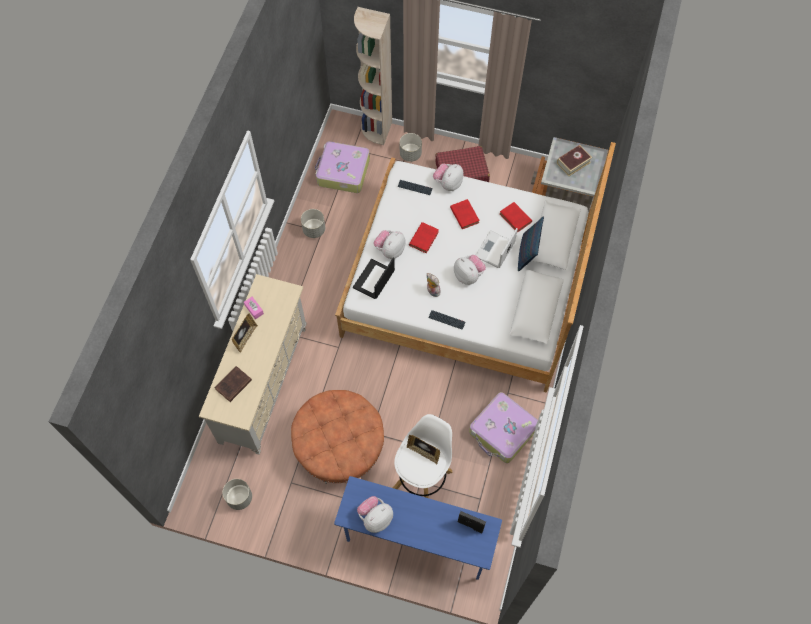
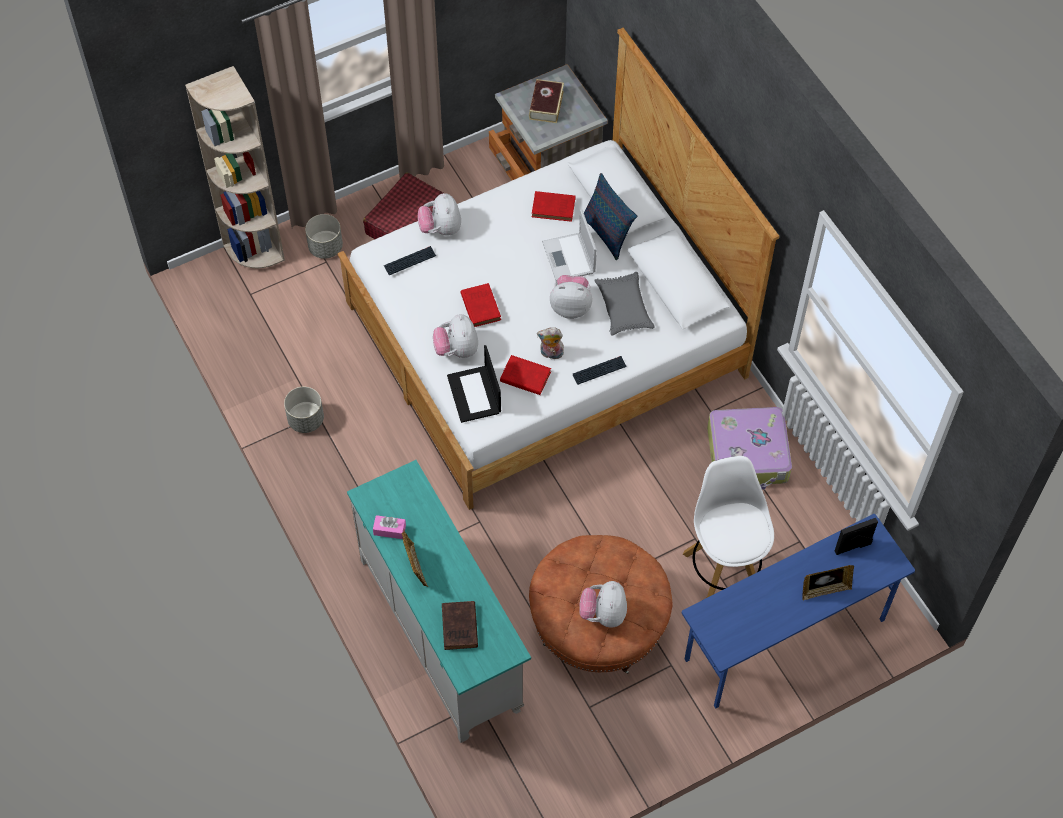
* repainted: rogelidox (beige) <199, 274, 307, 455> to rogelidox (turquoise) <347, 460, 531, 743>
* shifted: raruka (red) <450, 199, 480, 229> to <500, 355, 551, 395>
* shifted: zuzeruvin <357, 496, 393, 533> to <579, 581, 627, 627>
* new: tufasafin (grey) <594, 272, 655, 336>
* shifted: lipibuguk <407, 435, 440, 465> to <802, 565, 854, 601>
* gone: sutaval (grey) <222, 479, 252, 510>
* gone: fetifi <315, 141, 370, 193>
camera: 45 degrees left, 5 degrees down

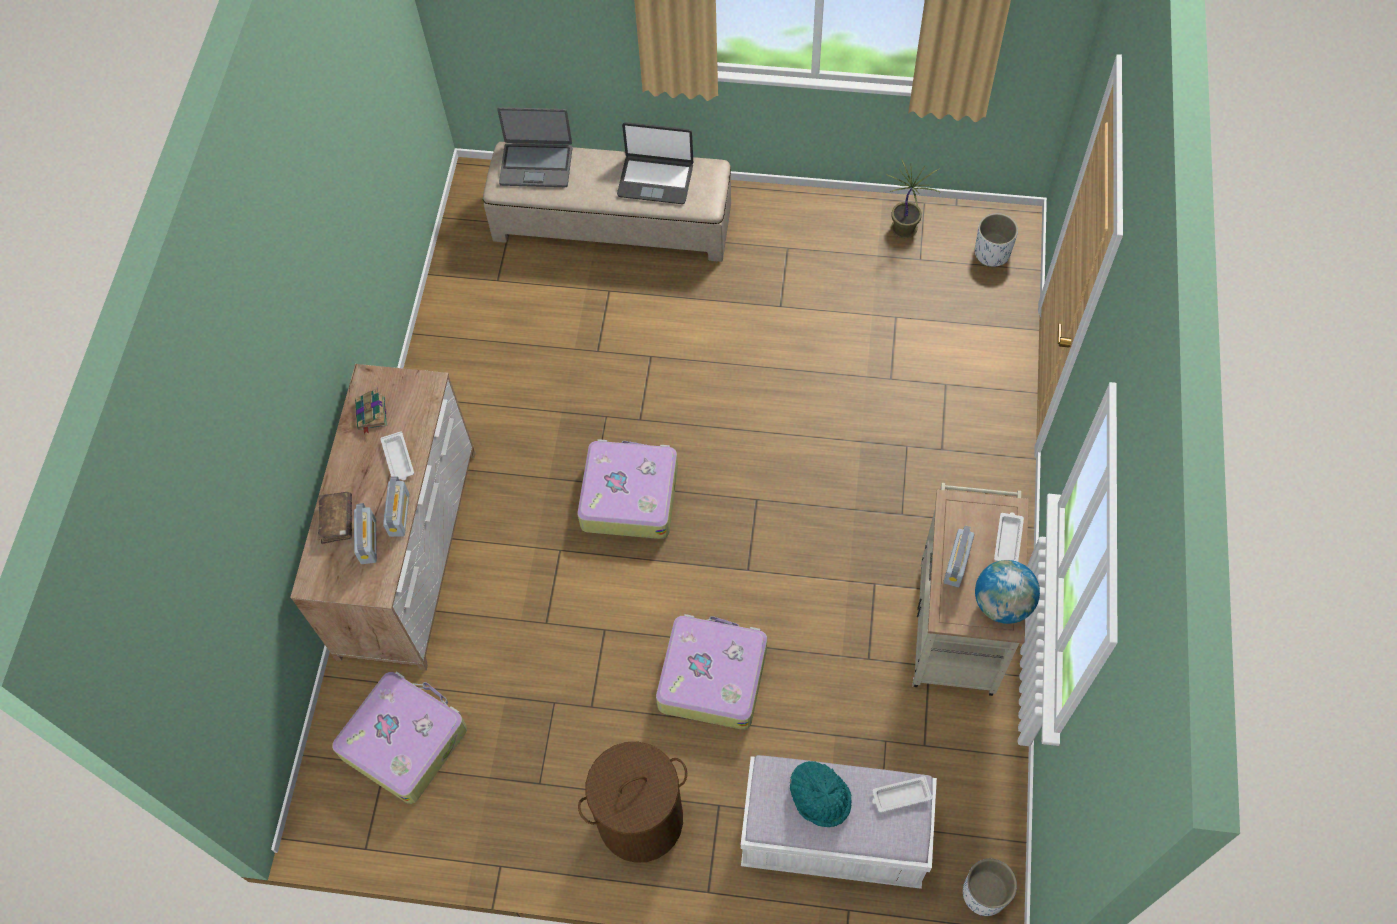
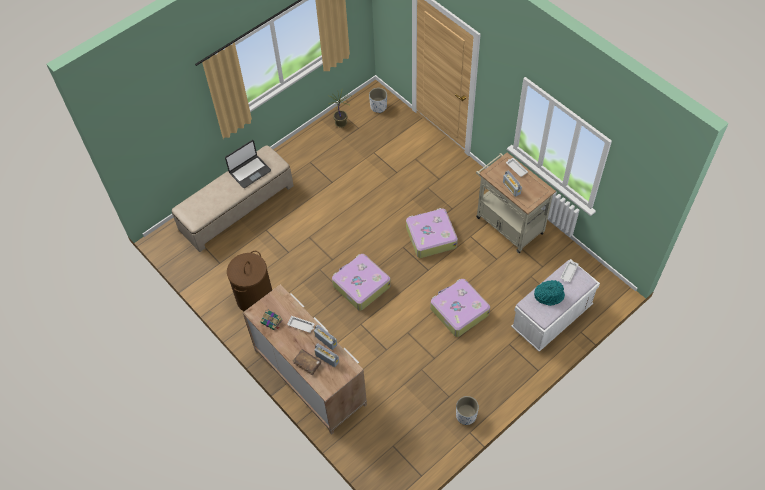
* shifted: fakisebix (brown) <578, 742, 687, 863> to <227, 251, 272, 311>
* shifted: fetifi <332, 672, 467, 804> to <406, 208, 458, 258>
* shifted: sutaval (white) <963, 859, 1017, 916> to <456, 396, 479, 425>
* gone: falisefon <497, 107, 573, 187>
* gone: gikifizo <975, 560, 1040, 624>
camera: 50 degrees left, 5 degrees down

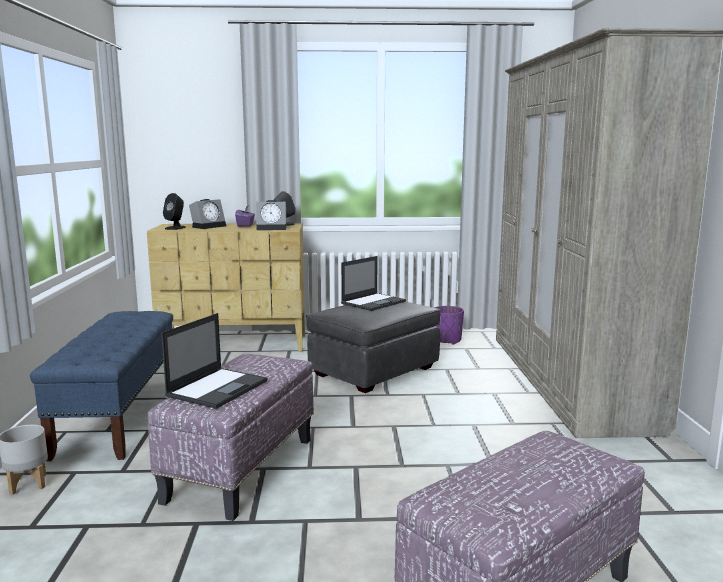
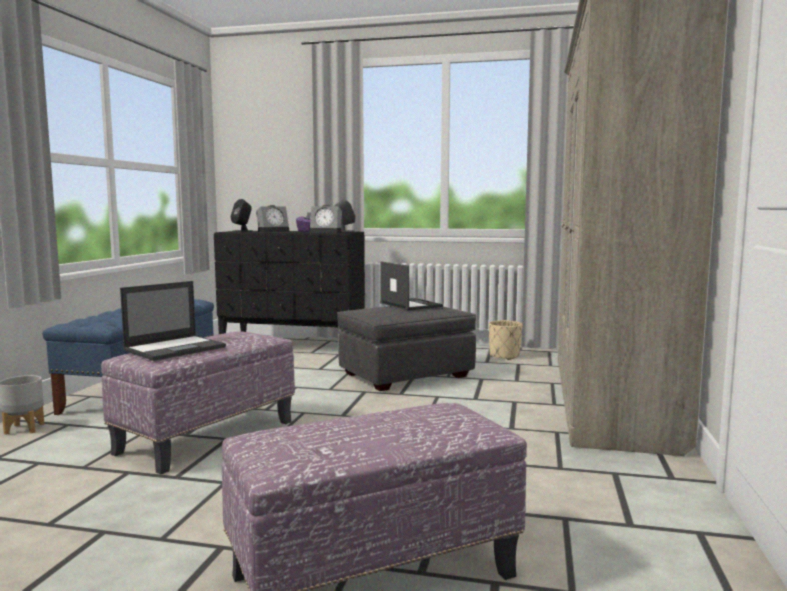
* repainted: rogelidox (beige) <147, 223, 305, 352> to rogelidox (black) <214, 231, 365, 334>
* rotated: falisefon <341, 256, 406, 311> = <380, 261, 443, 310> 90 degrees counterclockwise
* repainted: sutaval (purple) <434, 306, 464, 344> to sutaval (beige) <489, 320, 522, 360>
camera: 15 degrees right, 5 degrees down

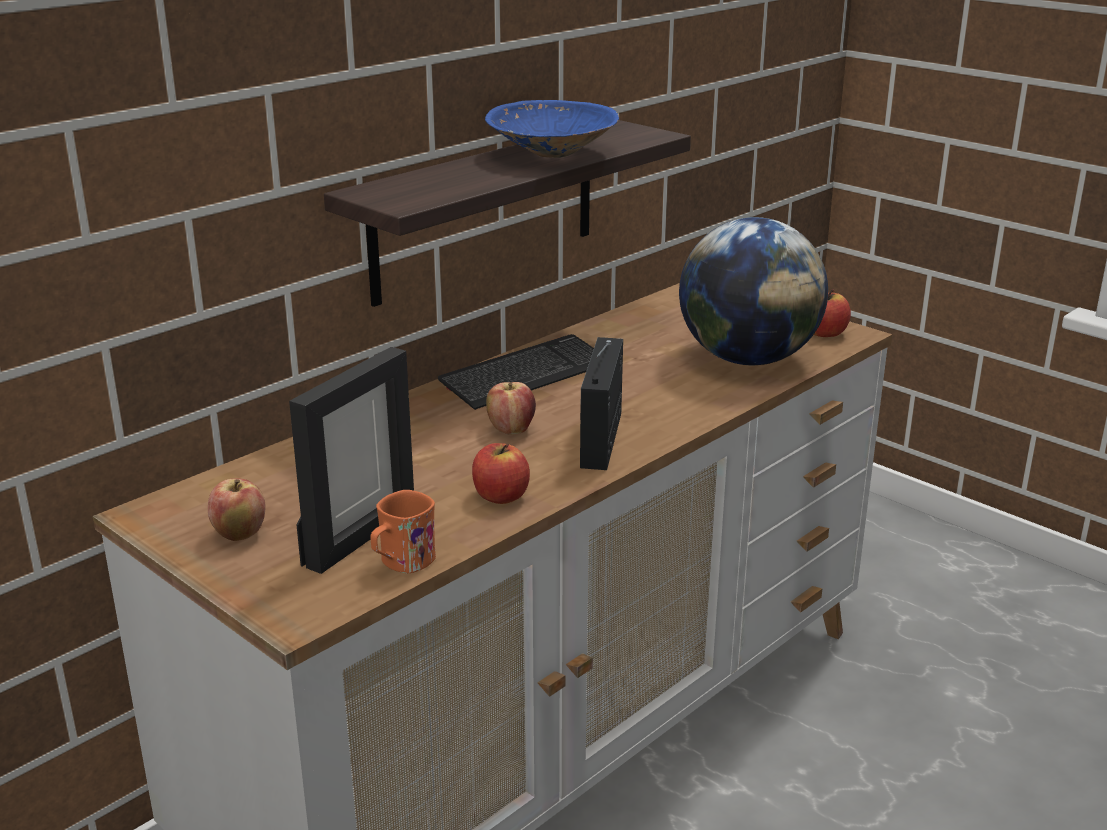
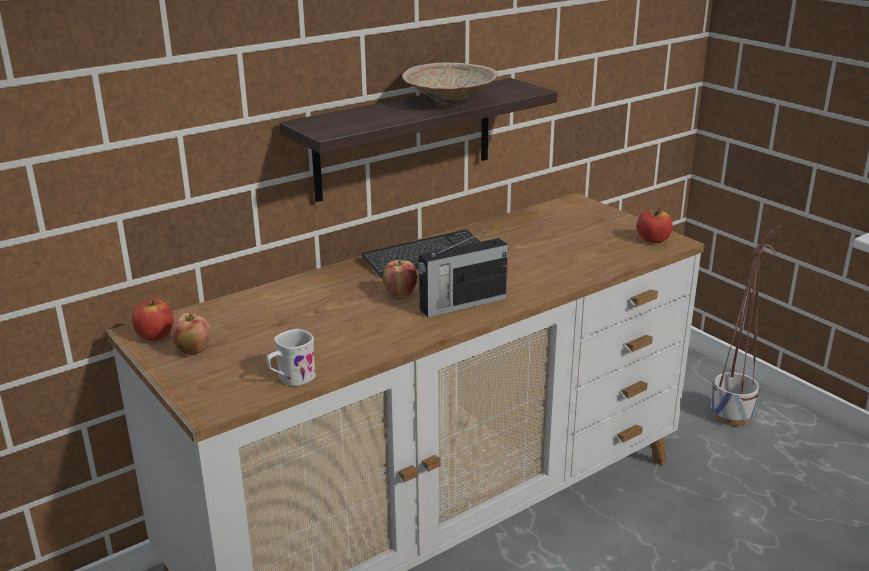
* shifted: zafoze <472, 443, 530, 504> to <132, 299, 174, 341>
* repainted: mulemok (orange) <370, 490, 436, 573> to mulemok (white) <266, 329, 316, 386>
* repainted: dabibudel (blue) <485, 100, 619, 158> to dabibudel (beige) <402, 62, 497, 104>
* rotated: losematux <580, 337, 623, 470> = <417, 227, 508, 317> 135 degrees counterclockwise
* new: sutaval <711, 225, 781, 426>
* gone: lipibuguk <289, 347, 414, 574>
* gone: gikifizo <679, 217, 828, 365>
camera: 10 degrees right, 0 degrees up

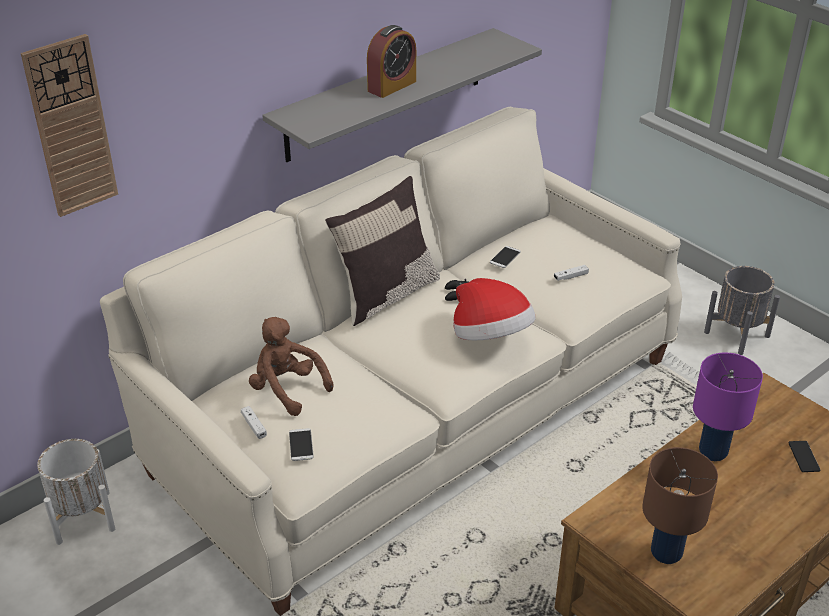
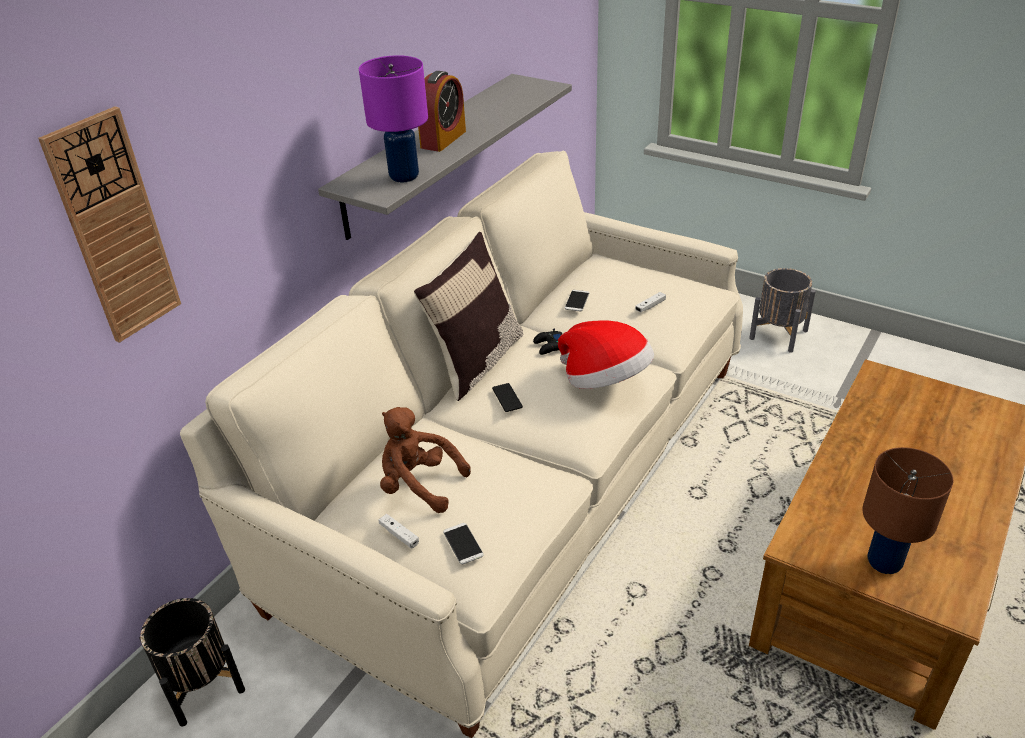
* repainted: sutaval (white) <37, 439, 115, 545> to sutaval (black) <140, 598, 245, 727>
* shifted: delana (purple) <693, 353, 763, 461> to <359, 55, 428, 183>
* shifted: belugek <788, 441, 820, 472> to <492, 383, 523, 412>
camera: 15 degrees left, 0 degrees up

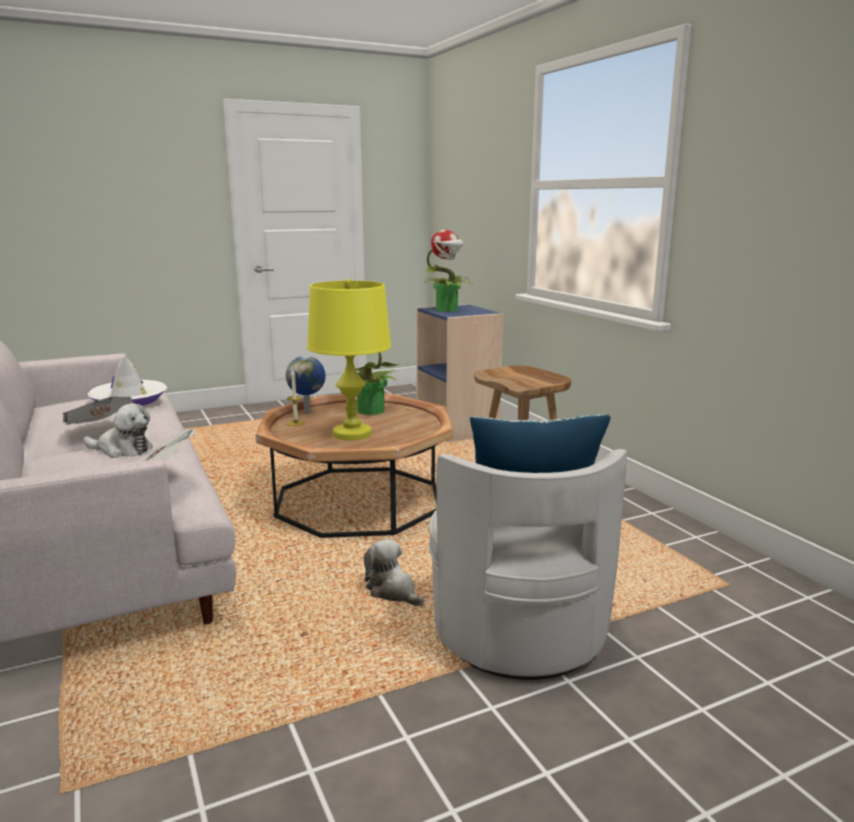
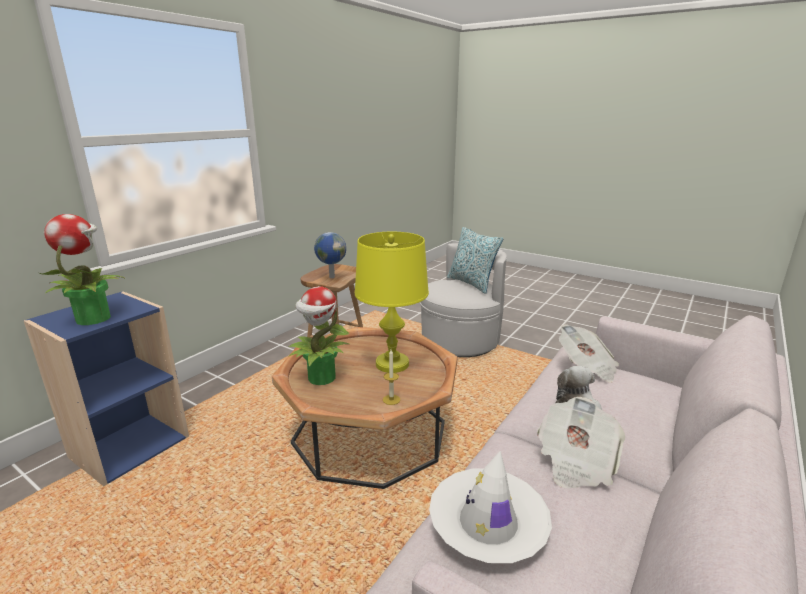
* shifted: gikifizo <286, 356, 326, 413> to <314, 232, 346, 278>
* gone: zuzeruvin <363, 539, 424, 606>
camera: 120 degrees left, 5 degrees up

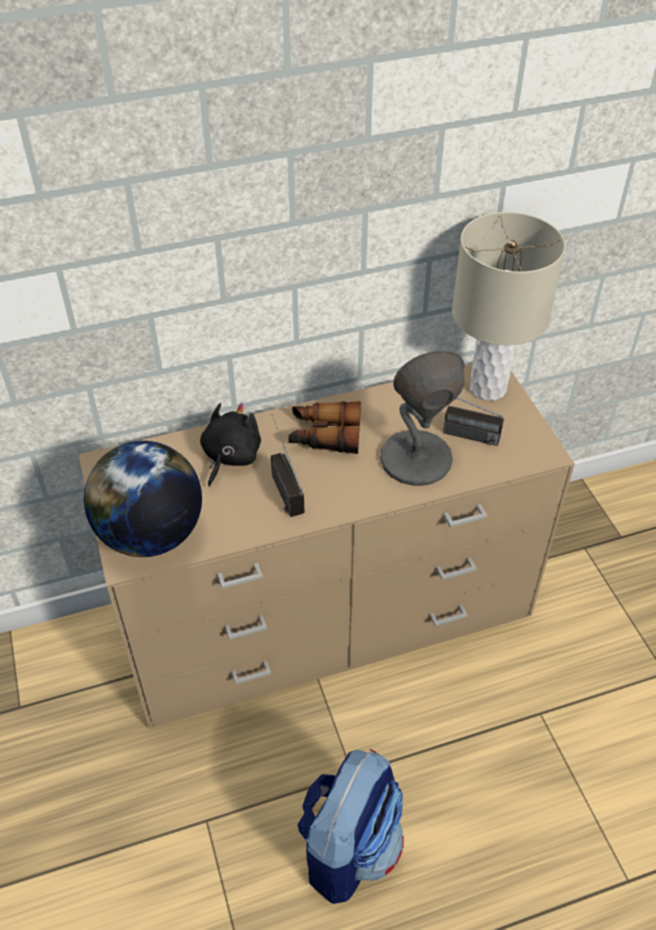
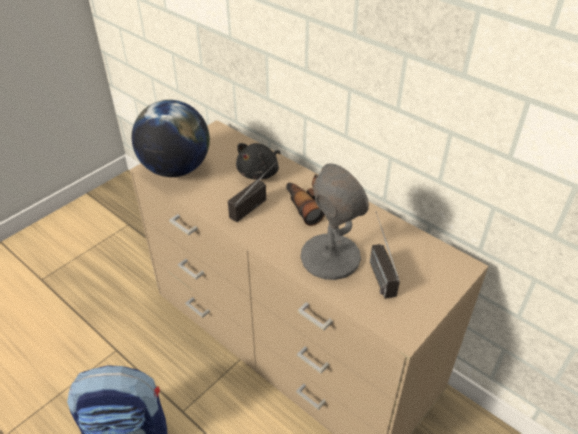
* rotated: zuzeruvin (black) <200, 403, 261, 487> = <236, 143, 281, 180> 135 degrees clockwise
* gone: delana (beige) <452, 212, 565, 401>
camera: 60 degrees right, 5 degrees down

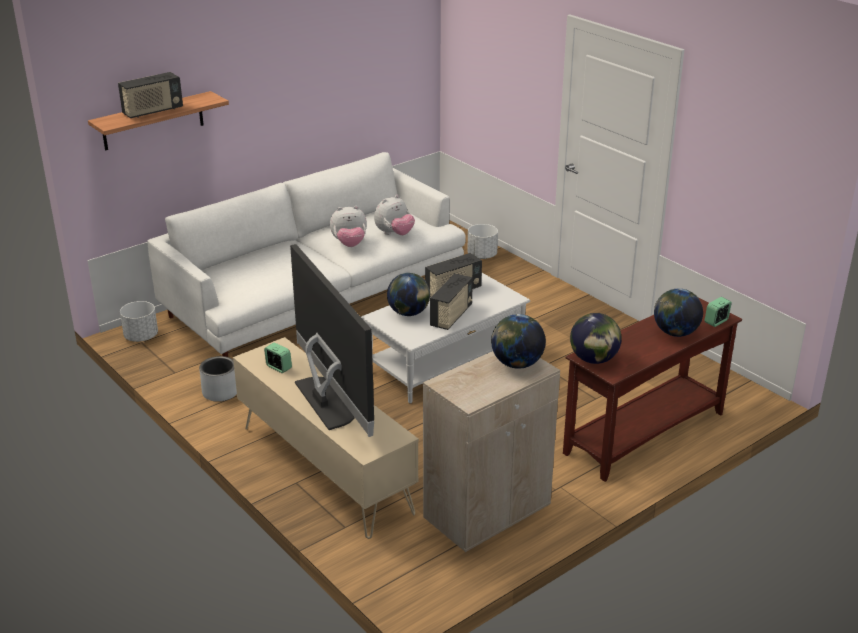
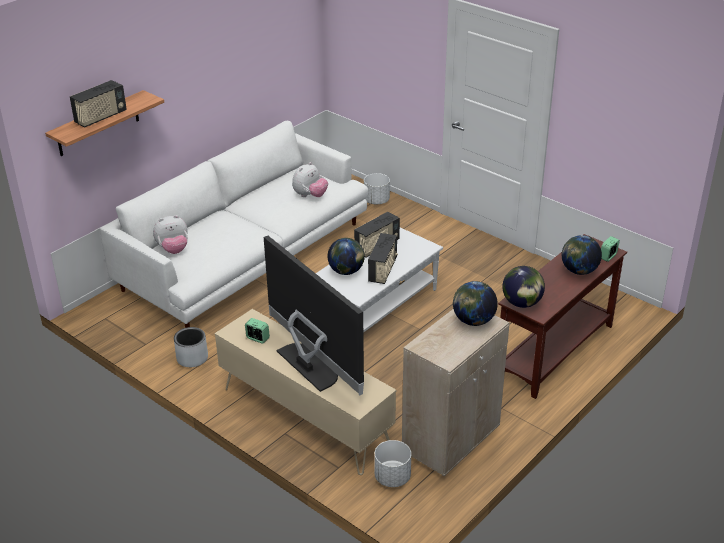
* shifted: zuzeruvin <330, 206, 367, 247> to <153, 215, 188, 254>
* shifted: sutaval (white) <120, 301, 158, 342> to <374, 440, 411, 487>
camera: 10 degrees left, 5 degrees up

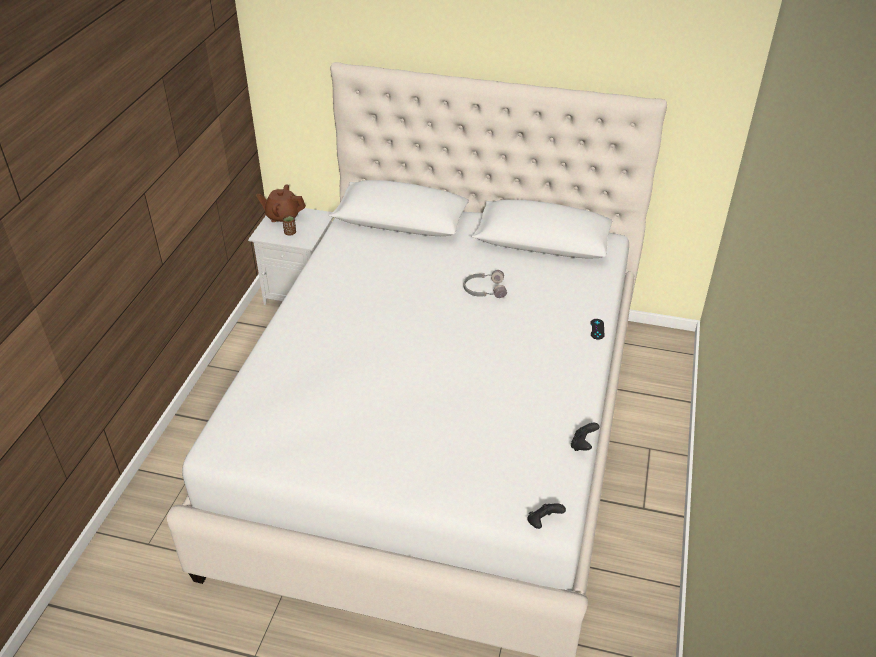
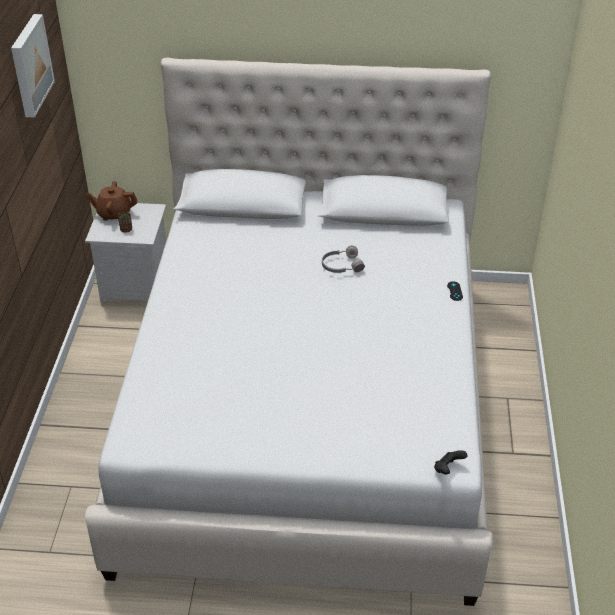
* new: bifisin <11, 14, 55, 117>
* gone: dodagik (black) <571, 423, 599, 451>
camera: 10 degrees left, 0 degrees up

